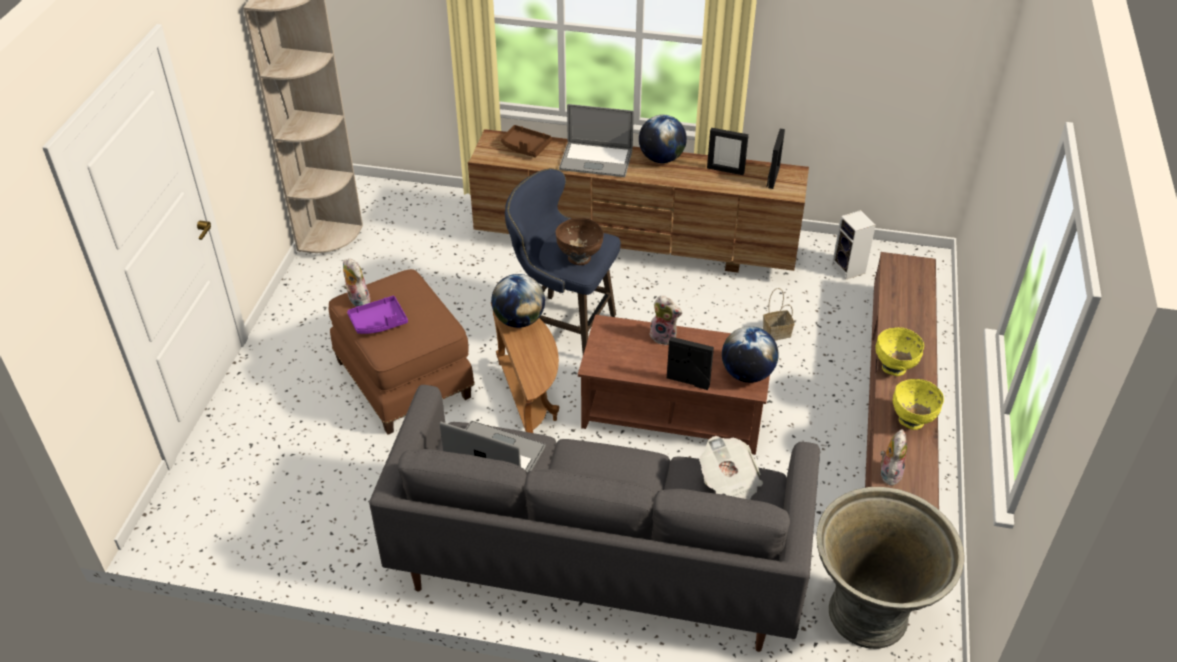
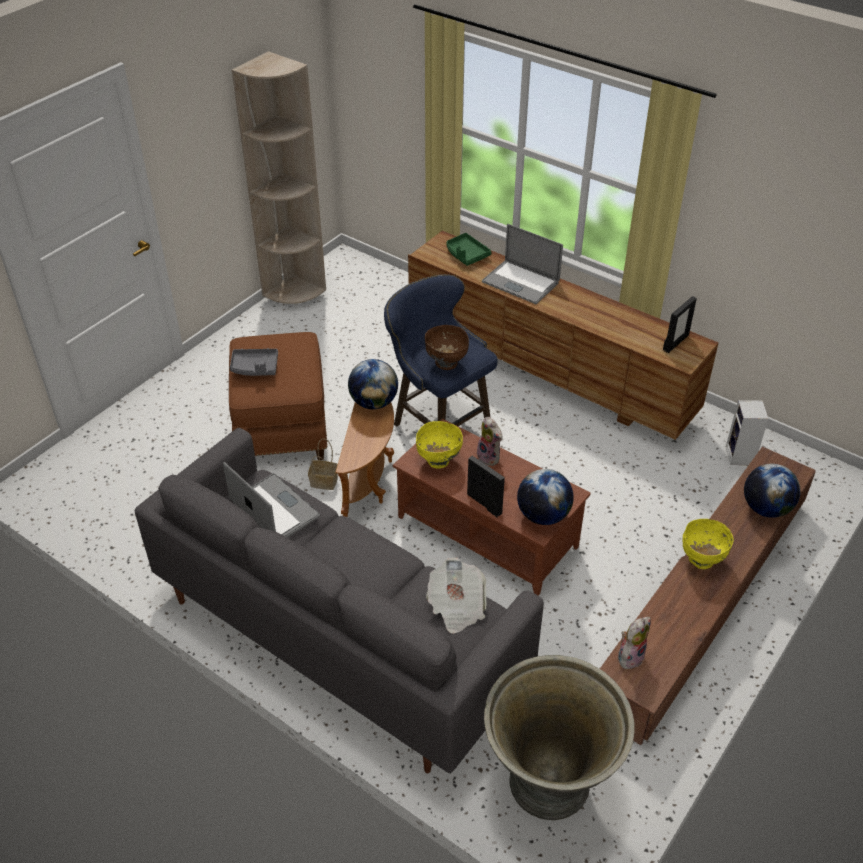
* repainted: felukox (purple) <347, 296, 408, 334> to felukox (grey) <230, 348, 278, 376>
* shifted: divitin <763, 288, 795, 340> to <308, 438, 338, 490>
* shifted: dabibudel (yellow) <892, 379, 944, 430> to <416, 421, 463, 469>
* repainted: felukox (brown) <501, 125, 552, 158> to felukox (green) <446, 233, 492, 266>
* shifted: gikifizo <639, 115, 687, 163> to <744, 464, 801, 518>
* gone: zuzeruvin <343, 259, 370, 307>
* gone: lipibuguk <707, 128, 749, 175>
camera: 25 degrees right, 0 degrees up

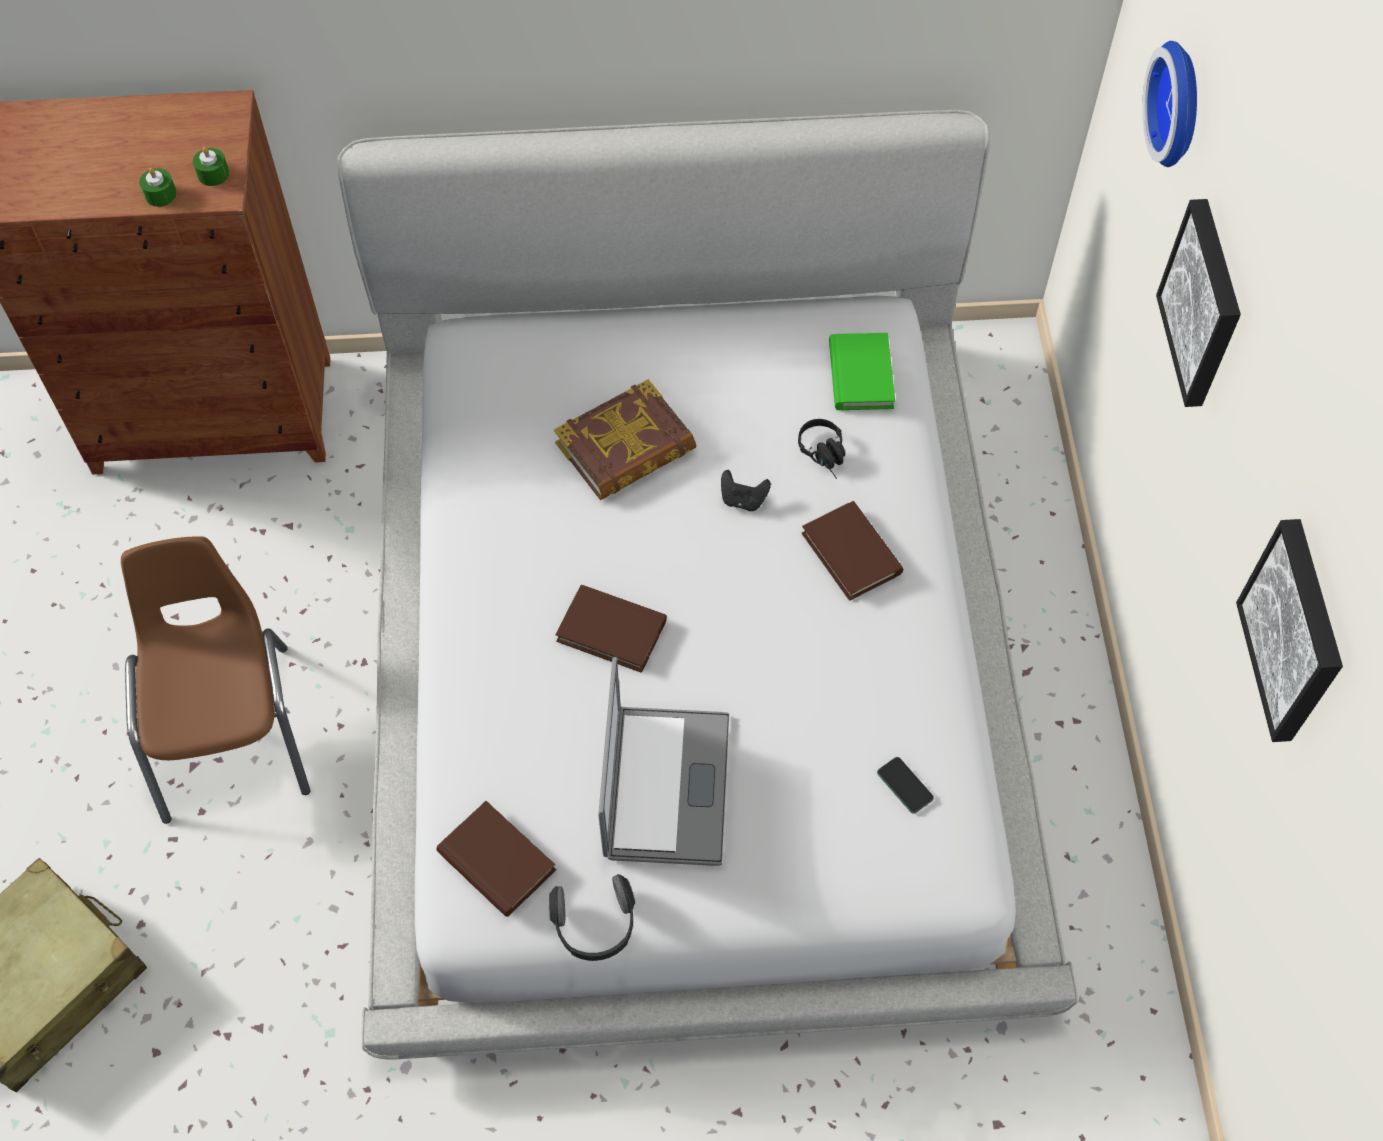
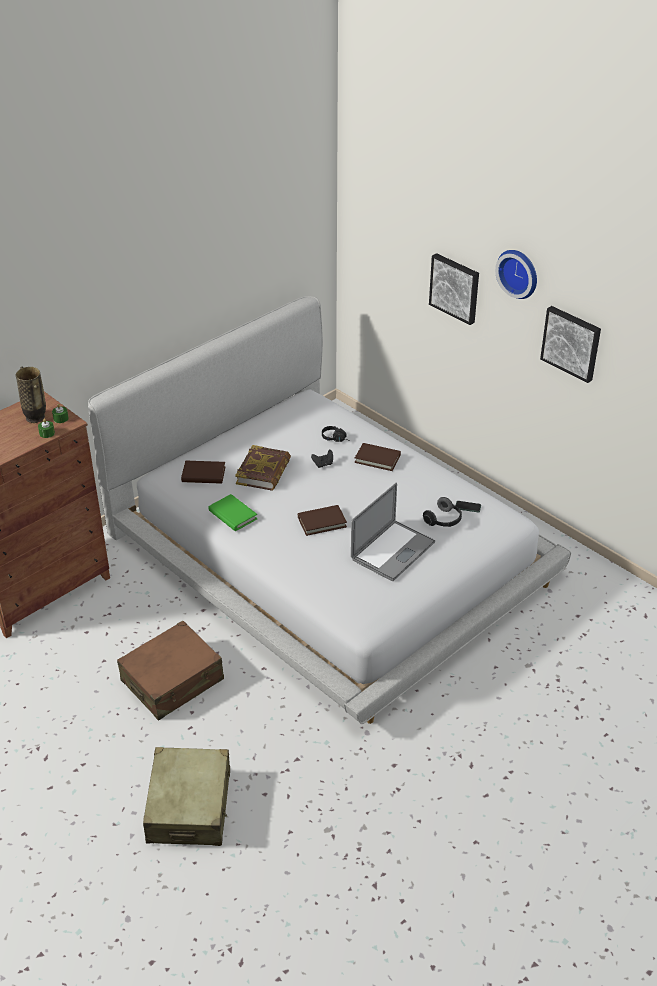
* new: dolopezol <16, 366, 46, 423>
* swapped: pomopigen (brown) <121, 536, 311, 824> to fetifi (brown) <117, 621, 224, 720>
* shifted: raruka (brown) <437, 801, 556, 917> to <181, 461, 226, 484>
* shifted: raruka (green) <829, 333, 895, 410> to <208, 494, 257, 531>
* rotated: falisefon <598, 657, 729, 866> = <351, 483, 435, 581> 75 degrees clockwise
* shifted: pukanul <548, 874, 636, 961> to <423, 497, 462, 527>
* shifted: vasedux <1142, 41, 1197, 167> to <495, 250, 537, 299>
camera: 40 degrees left, 20 degrees down

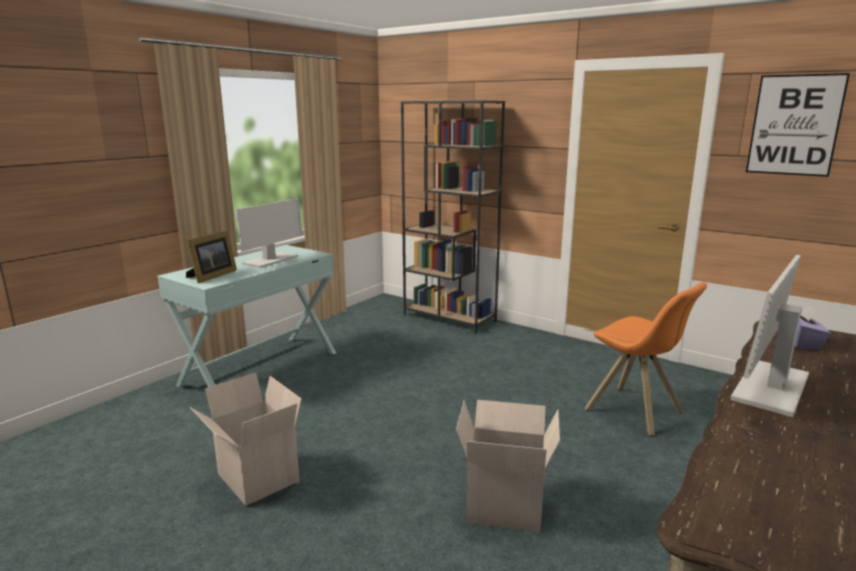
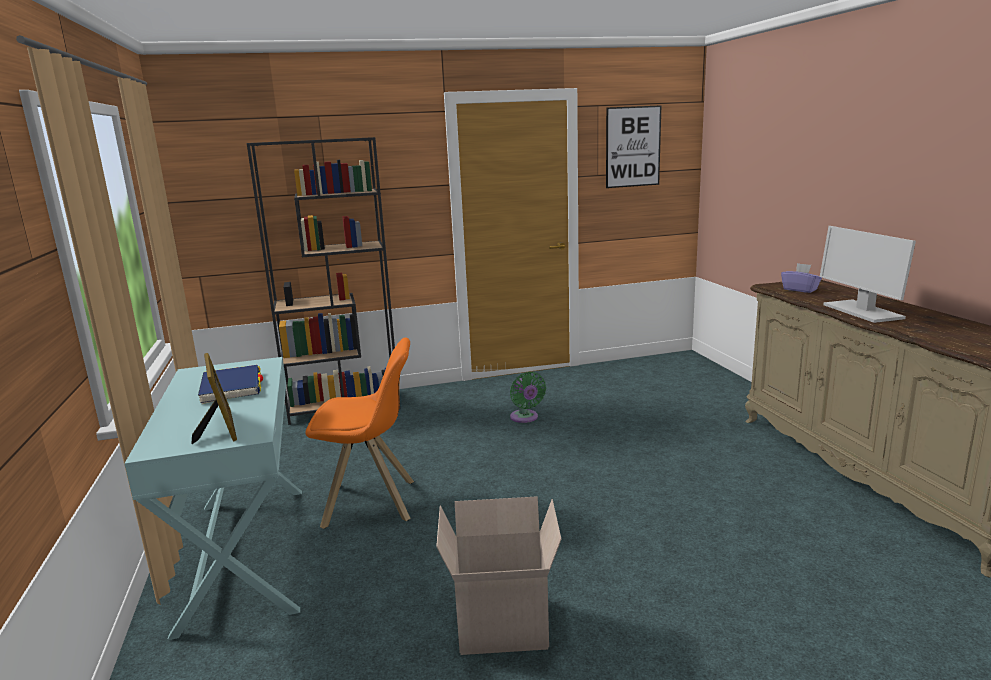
* swapped: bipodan <235, 198, 303, 268> to raruka (blue) <198, 365, 263, 404>
* shifted: pomopigen (orange) <585, 282, 707, 436> to <305, 337, 414, 529>
* new: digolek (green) <510, 372, 546, 423>
* gone: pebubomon <456, 400, 560, 532>
camera: 50 degrees left, 0 degrees up

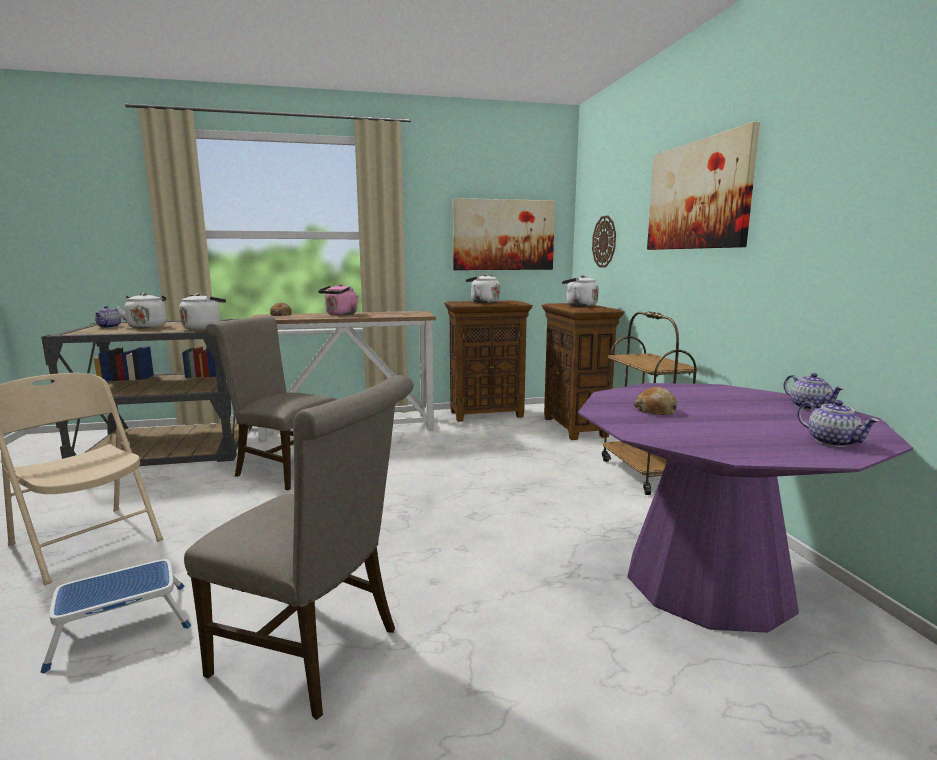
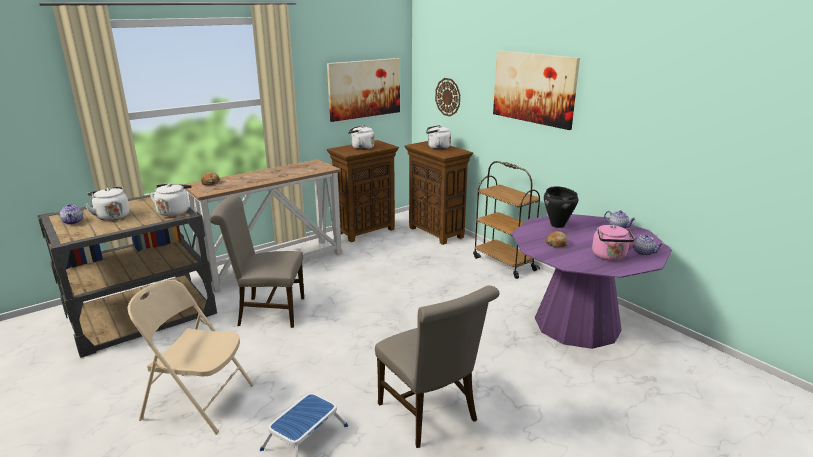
* rotated: pomopigen (beige) <184, 375, 413, 720> = <375, 285, 500, 448> 60 degrees clockwise
* new: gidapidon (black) <544, 186, 578, 228>
* shifted: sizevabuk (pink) <318, 284, 359, 315> to <592, 225, 637, 261>
camera: 25 degrees left, 10 degrees up

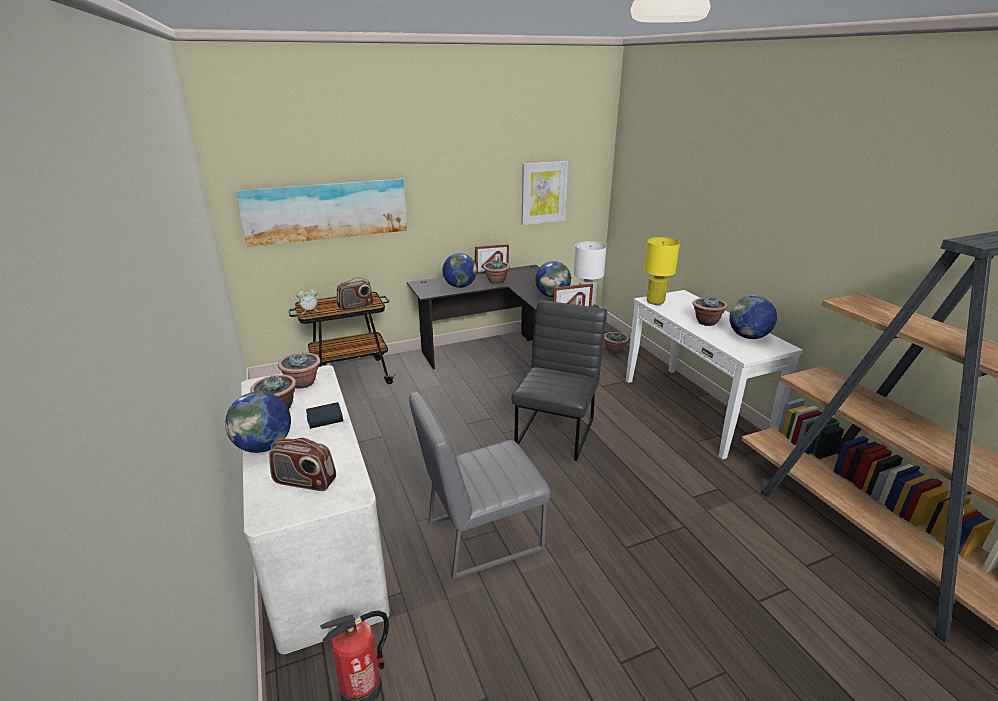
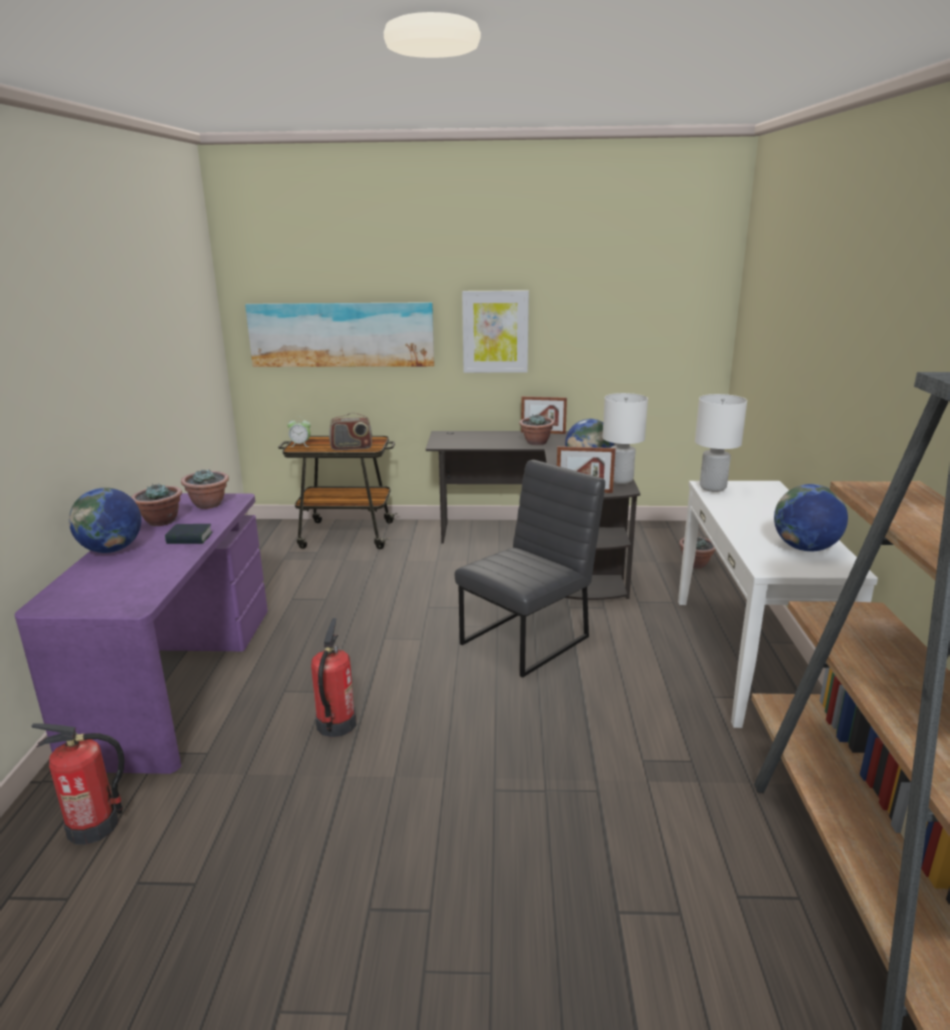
* repainted: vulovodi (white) <241, 365, 390, 654> to vulovodi (purple) <15, 493, 268, 774>
* swapped: pomopigen (grey) <409, 392, 550, 580> to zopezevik <311, 618, 356, 737>
* shifted: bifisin <522, 161, 568, 225> to <462, 290, 529, 373>
* repainted: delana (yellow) <644, 237, 680, 305> to delana (white) <695, 394, 747, 492>
* gone: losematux <269, 438, 336, 491>
* gone: gikifizo <443, 253, 477, 288>
* gone: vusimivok <692, 296, 728, 326>
camera: 25 degrees right, 5 degrees down

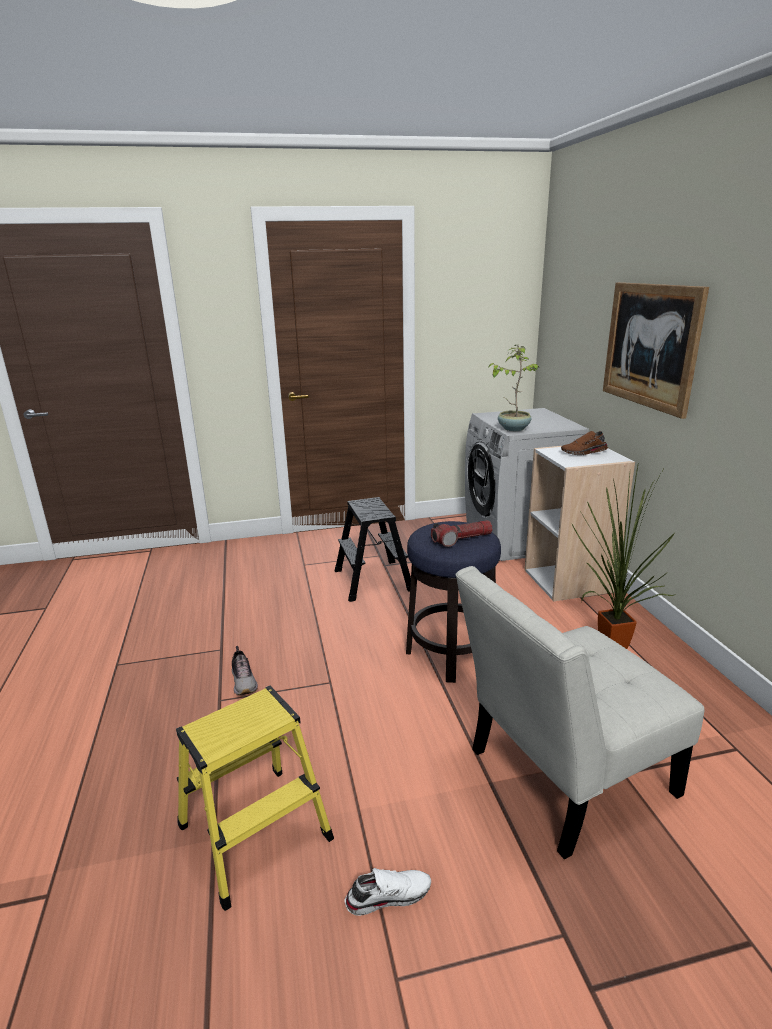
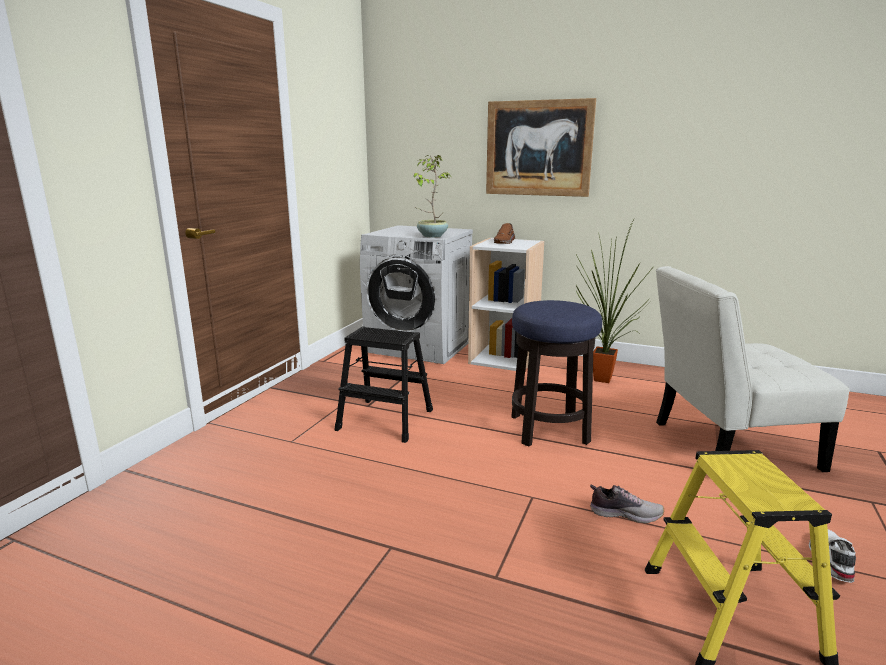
* shifted: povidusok <232, 646, 258, 695> to <590, 485, 664, 523>
* rotated: pomopigen (white) <456, 566, 704, 859> = <656, 266, 849, 472> 75 degrees clockwise
* gone: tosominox <431, 520, 493, 547>
camera: 55 degrees left, 5 degrees down

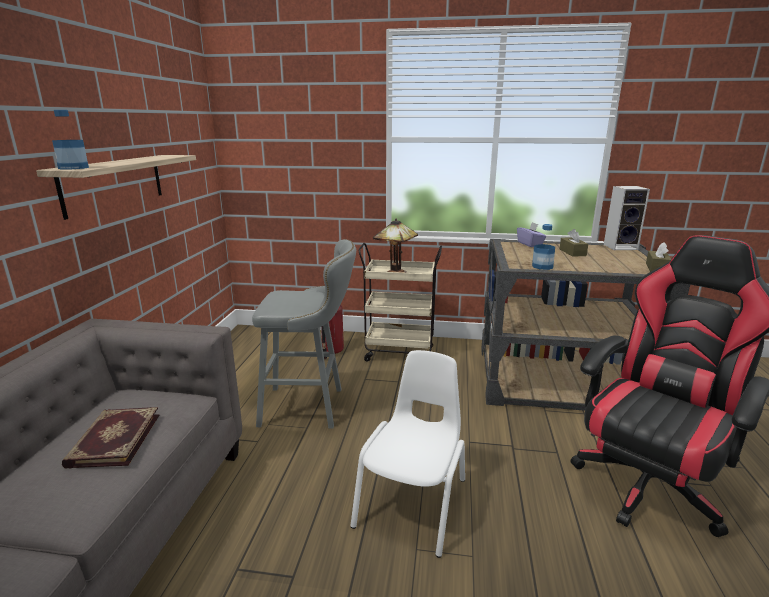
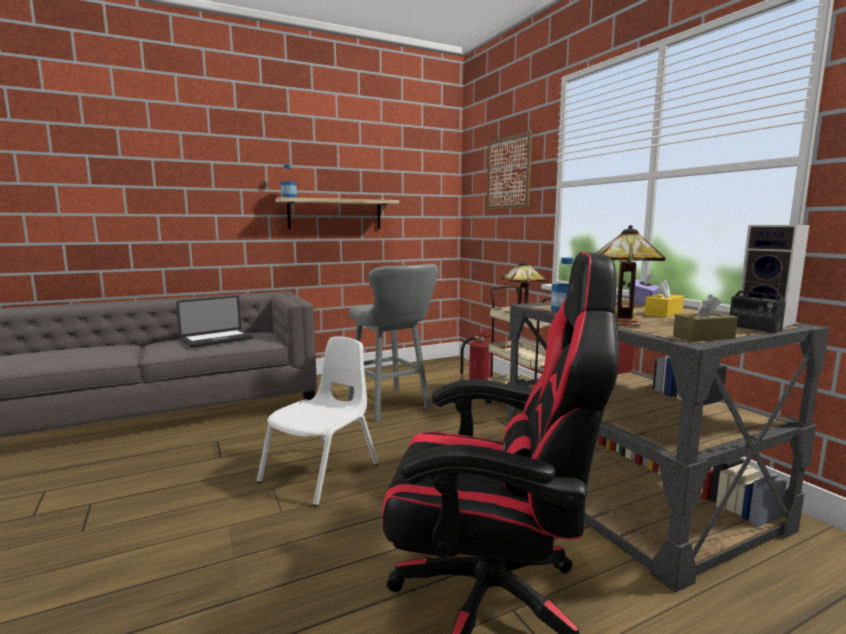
* swapped: raruka <62, 407, 159, 469> to falisefon <176, 295, 254, 347>
* rotated: pomopigen (white) <350, 350, 465, 558> = <257, 336, 378, 506> 45 degrees counterclockwise
* new: bifisin <487, 131, 532, 209>
* new: delana <596, 225, 666, 326>
* repainted: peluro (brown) <560, 229, 588, 257> to peluro (yellow) <644, 280, 684, 318>
* new: losematux <730, 266, 786, 333>
camera: 55 degrees right, 10 degrees down

